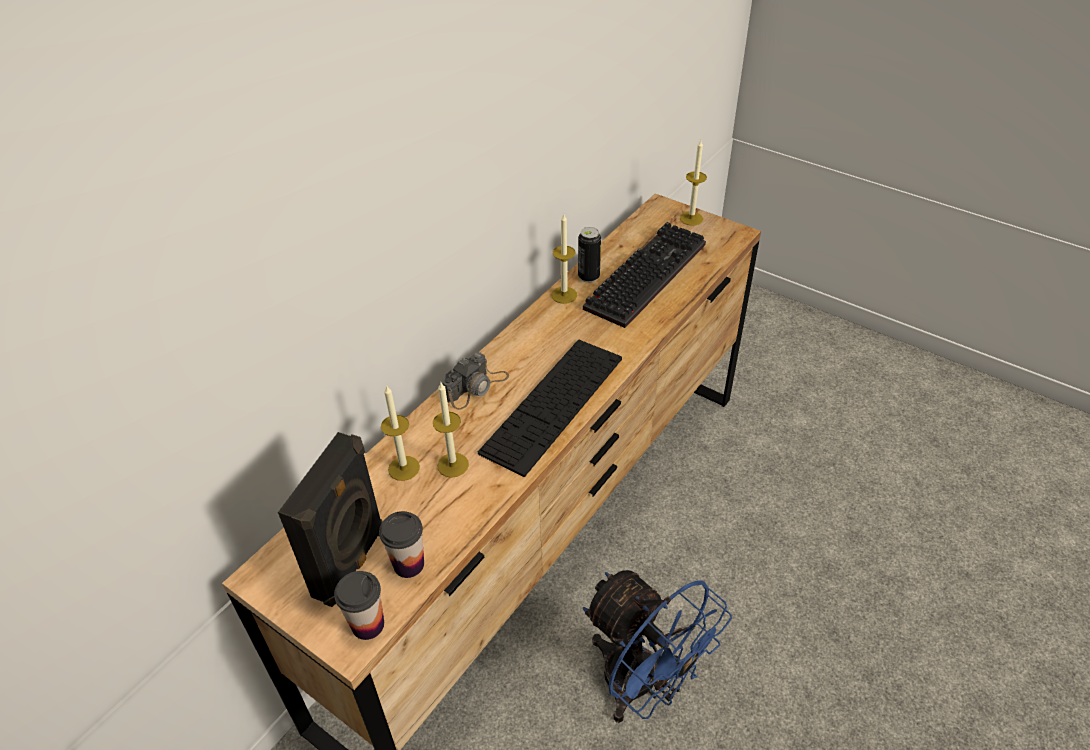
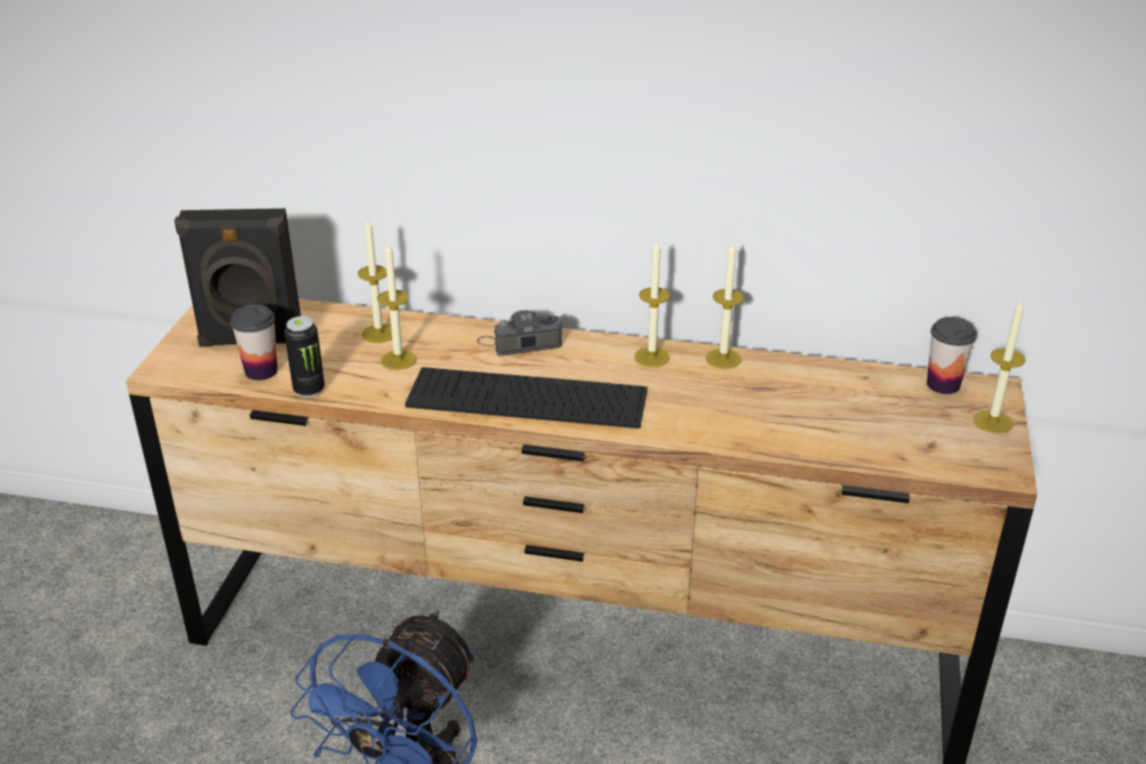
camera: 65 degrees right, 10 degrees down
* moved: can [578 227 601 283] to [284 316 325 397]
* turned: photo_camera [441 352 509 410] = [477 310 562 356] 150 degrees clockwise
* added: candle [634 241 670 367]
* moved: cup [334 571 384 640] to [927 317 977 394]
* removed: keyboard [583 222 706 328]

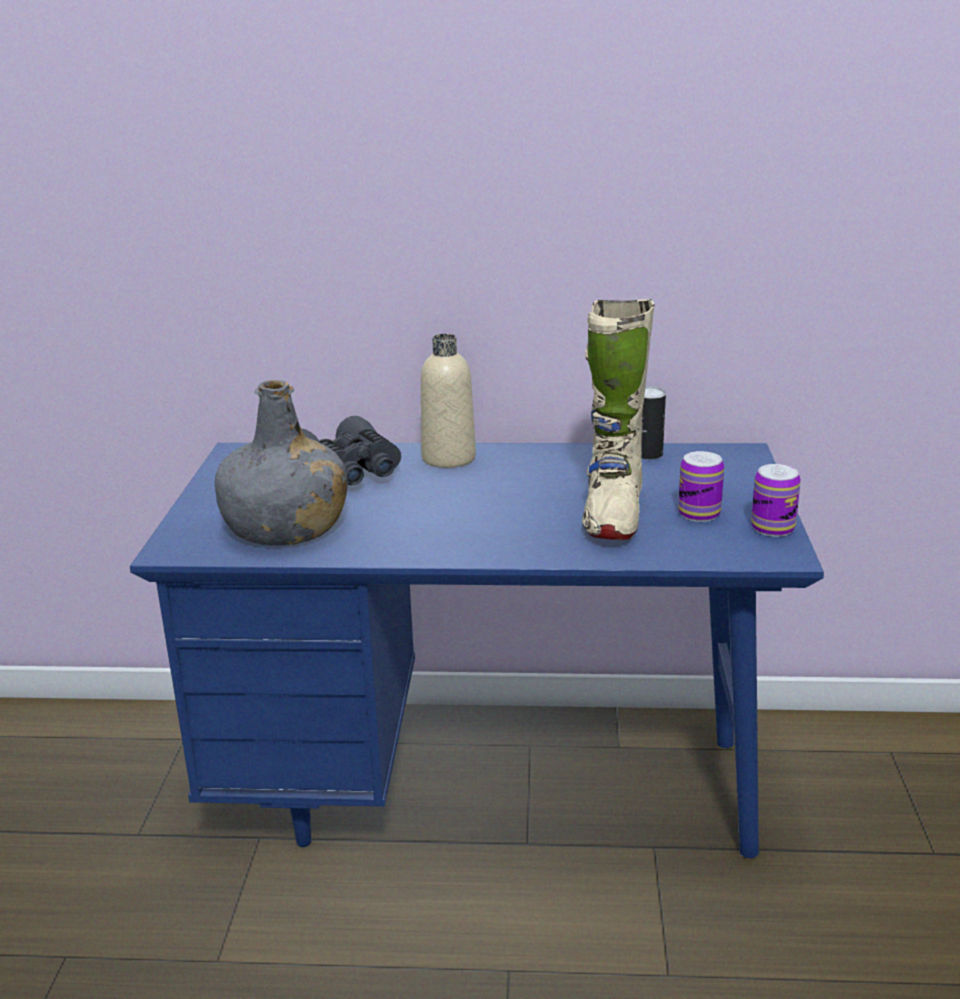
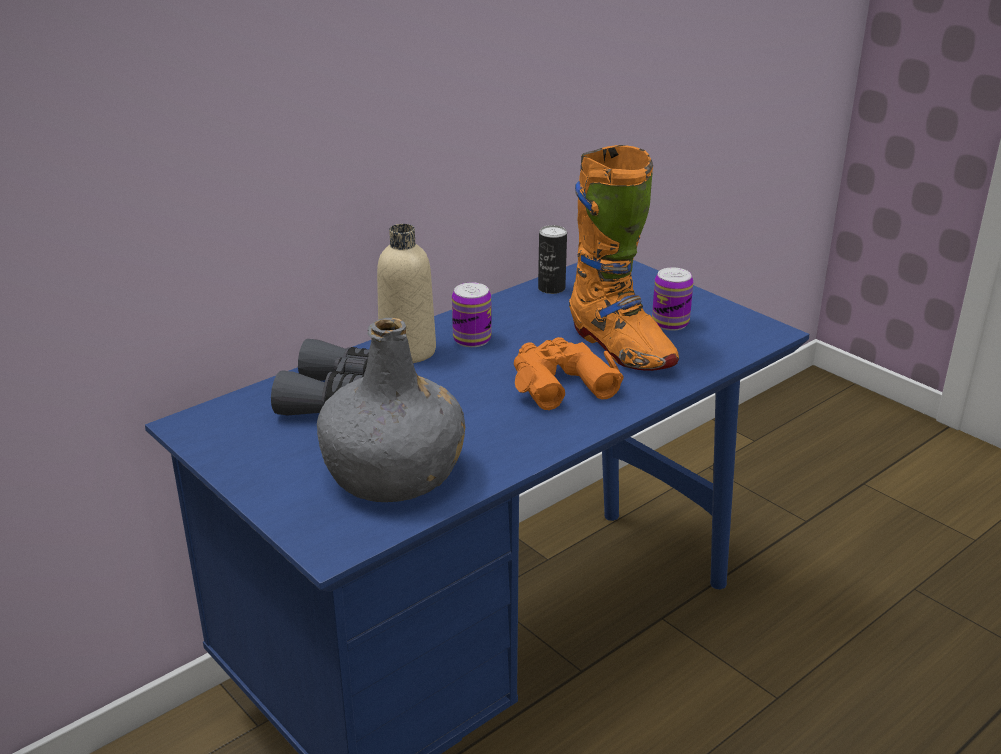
camera: 45 degrees left, 5 degrees up
* moved: can [751 464 801 537] to [452 283 492 347]
* added: orange_binoculars [514 337 624 410]
* recoloured: beige_boot [582 299 654 540] to orange_boot [569 145 679 371]

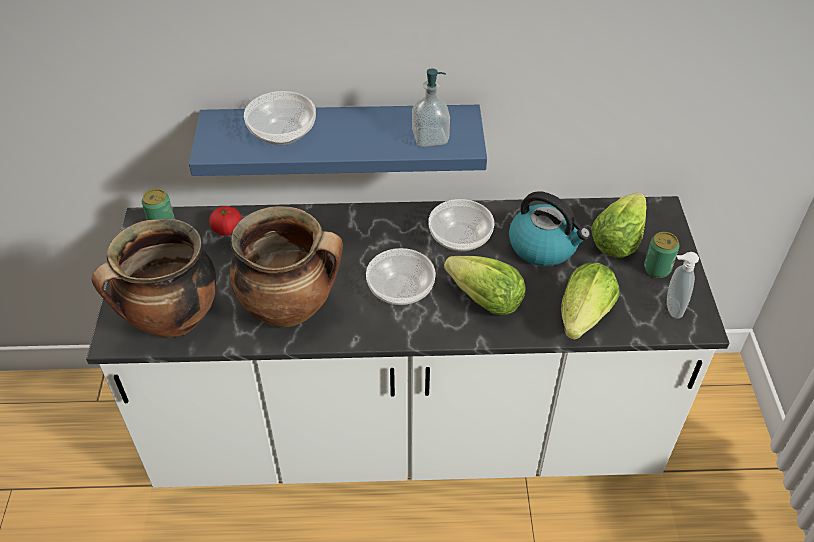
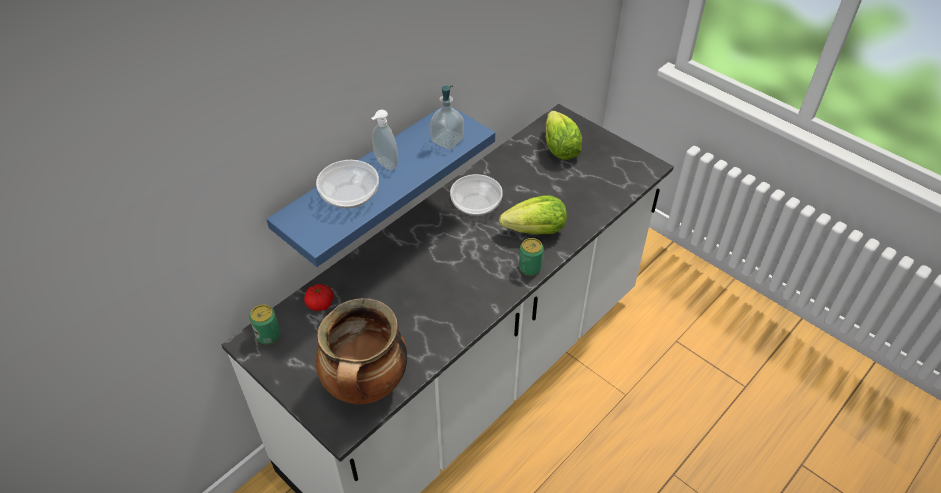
camera: 45 degrees left, 0 degrees up
* moved: soap_dispenser [667 252 699 319] to [371 110 398 170]
* moved: can [644 232 680 278] to [519 238 544 276]
* removed: cooking_pot [230 206 343 327]
* removed: bowl [366 248 436 305]
* removed: kettle [509 191 590 266]
* removed: lettuce [561 263 619 340]

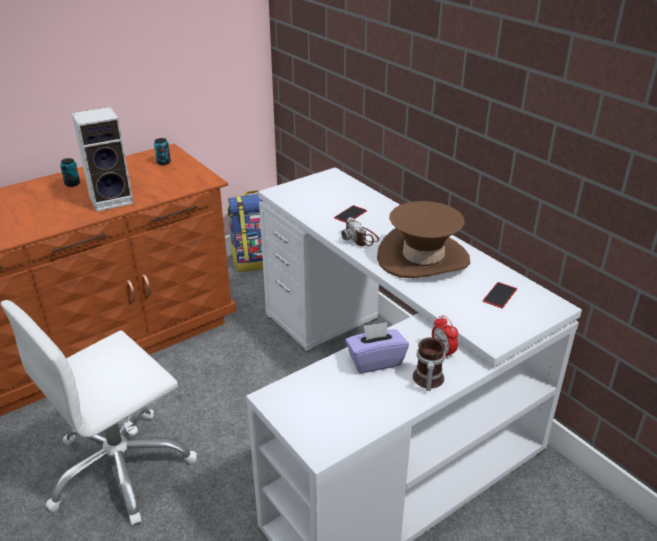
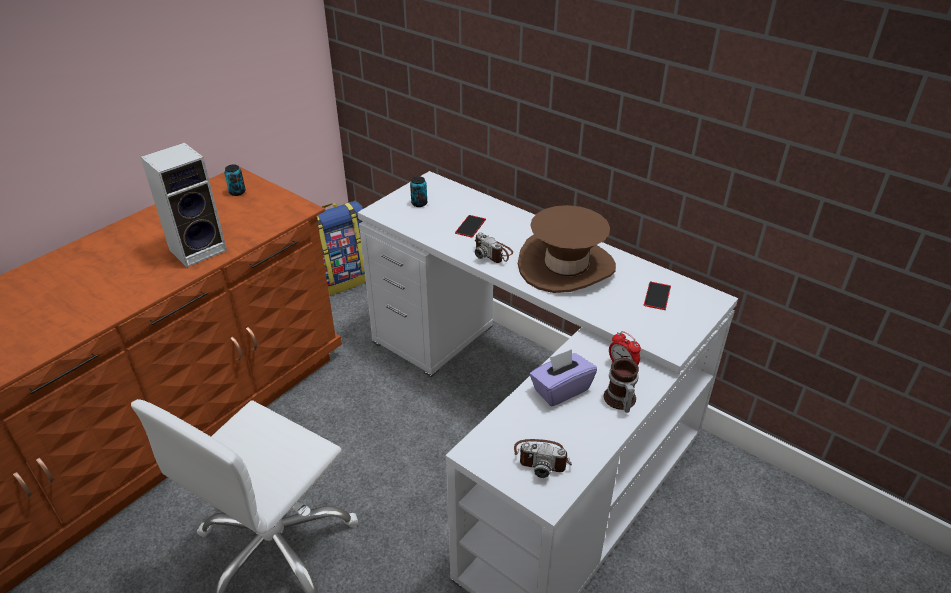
camera: 15 degrees left, 5 degrees up
* moved: can [60 158 80 187] to [410 176 427 207]
* added: photo_camera [514 439 572 478]

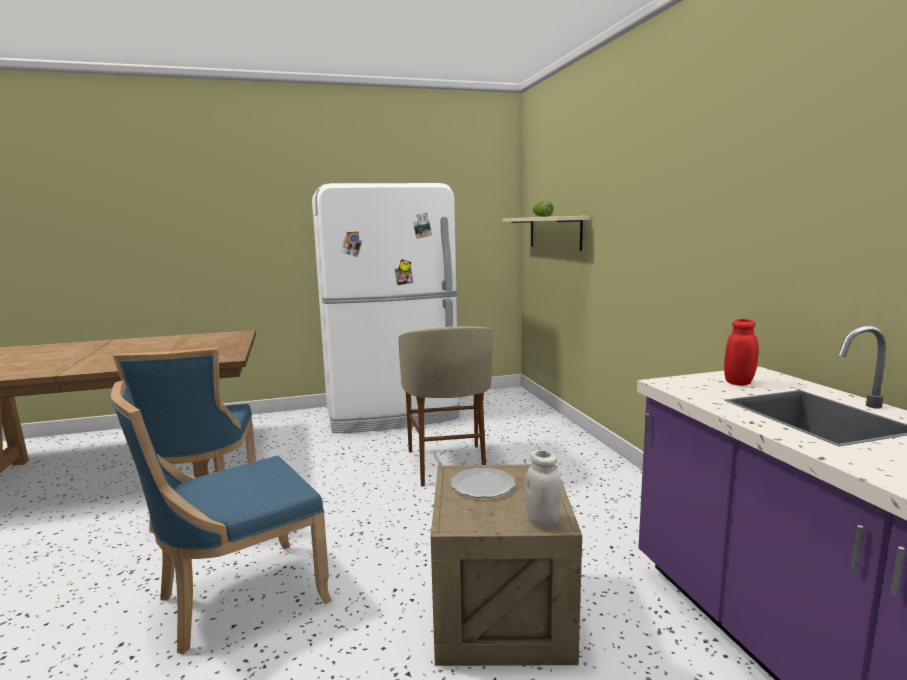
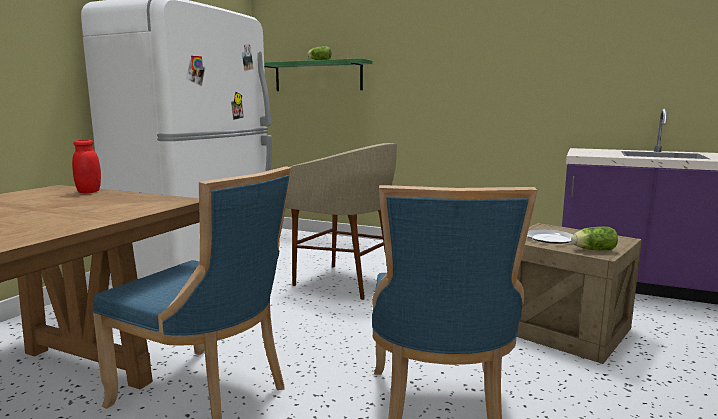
camera: 50 degrees left, 0 degrees up
* moved: red_jar [724 319 759 386] to [72 140 101 193]
* recoloured: beige_shelf [502 216 589 251] to green_shelf [264 58 373 91]
* added: lettuce [571 226 618 250]
* removed: white_jar [525 450 562 528]

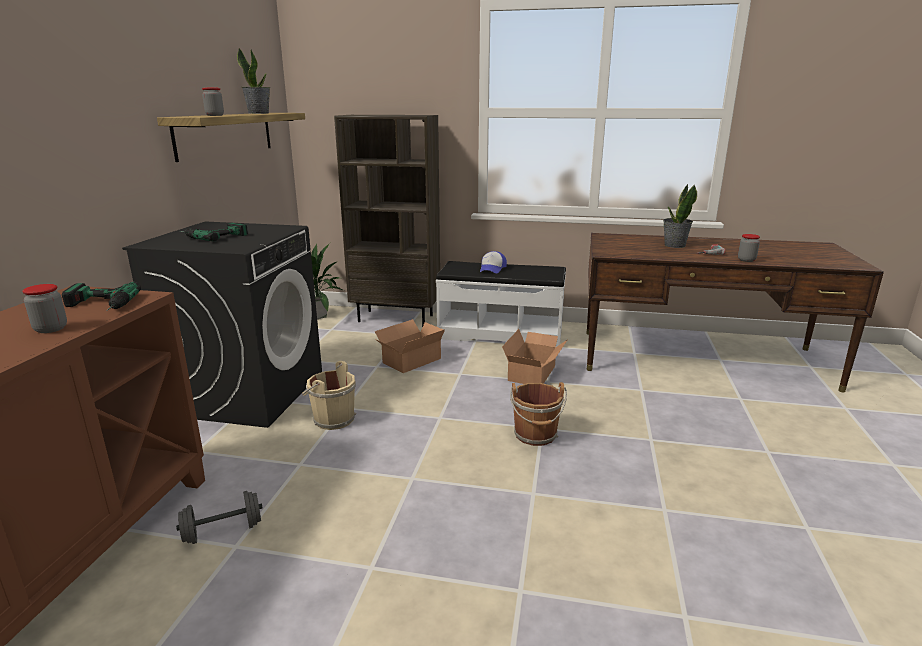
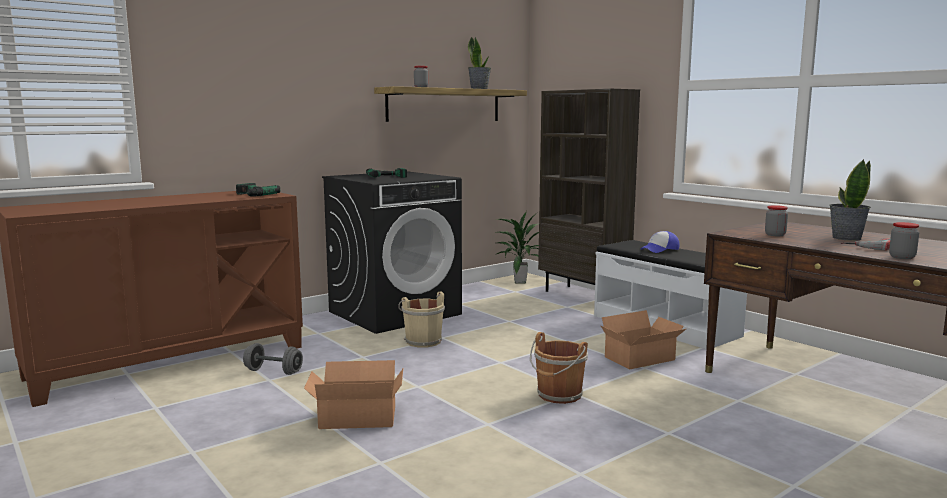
camera: 40 degrees right, 10 degrees down
* moved: cardboard_box [374 319 445 373] to [304 360 403 429]
* moved: jar [22 284 67 333] to [765 205 788 236]

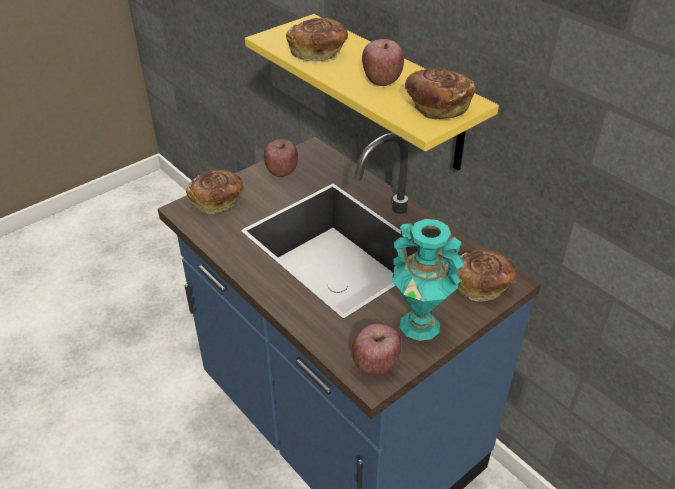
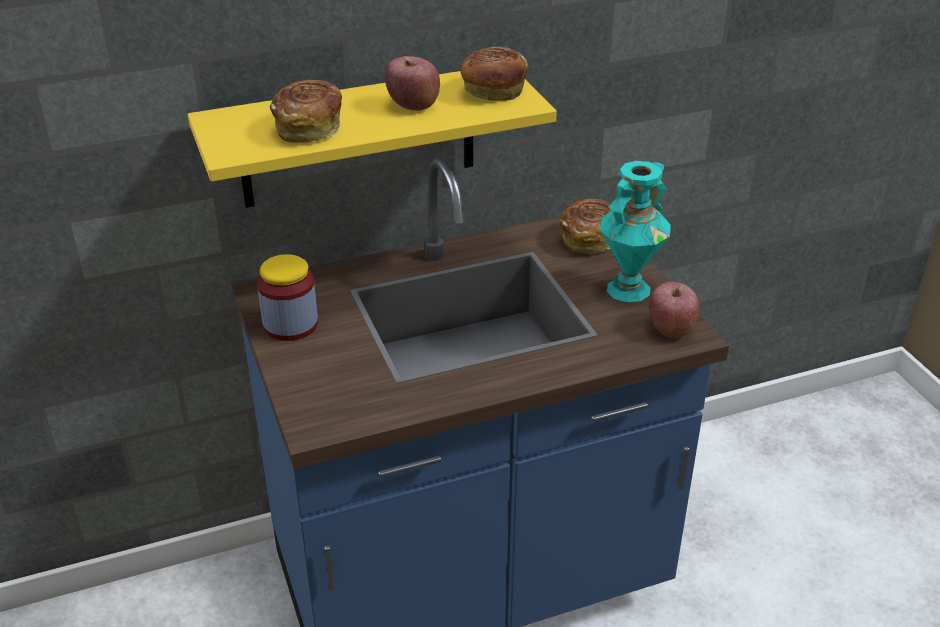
camera: 70 degrees left, 5 degrees down
* replaced: apple [264 139 298 177] to jar [257 254 318 341]
* removed: bread [186 170 243 214]

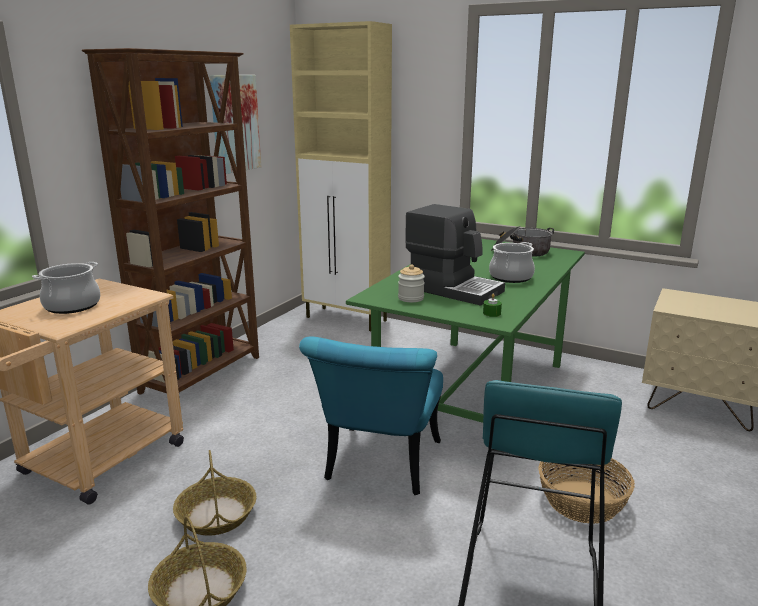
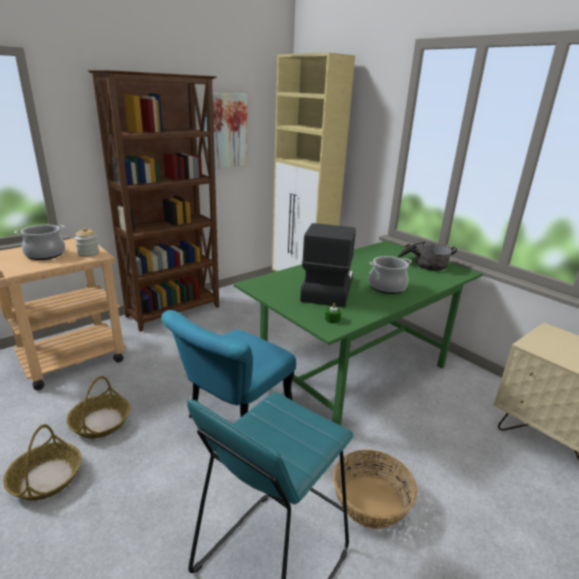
camera: 20 degrees right, 5 degrees up
* moved: jar [398 264 425 302] to [75 228 99 257]
* turned: coffee_machine [405 204 505 306] = [300 223 356 308] 135 degrees counterclockwise

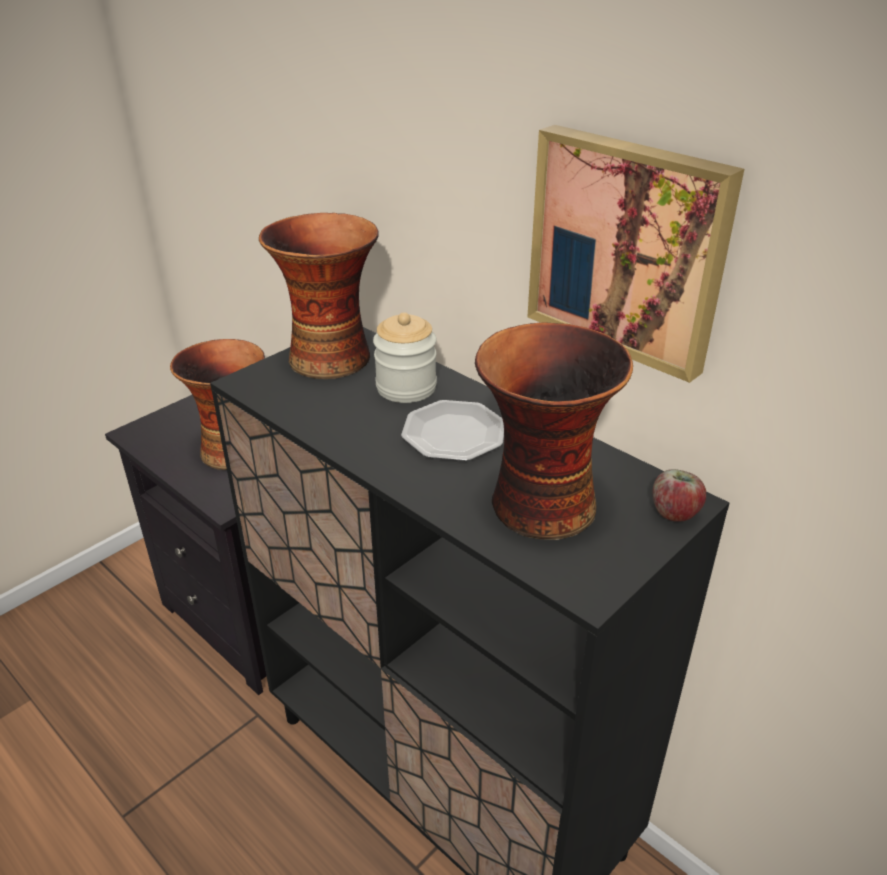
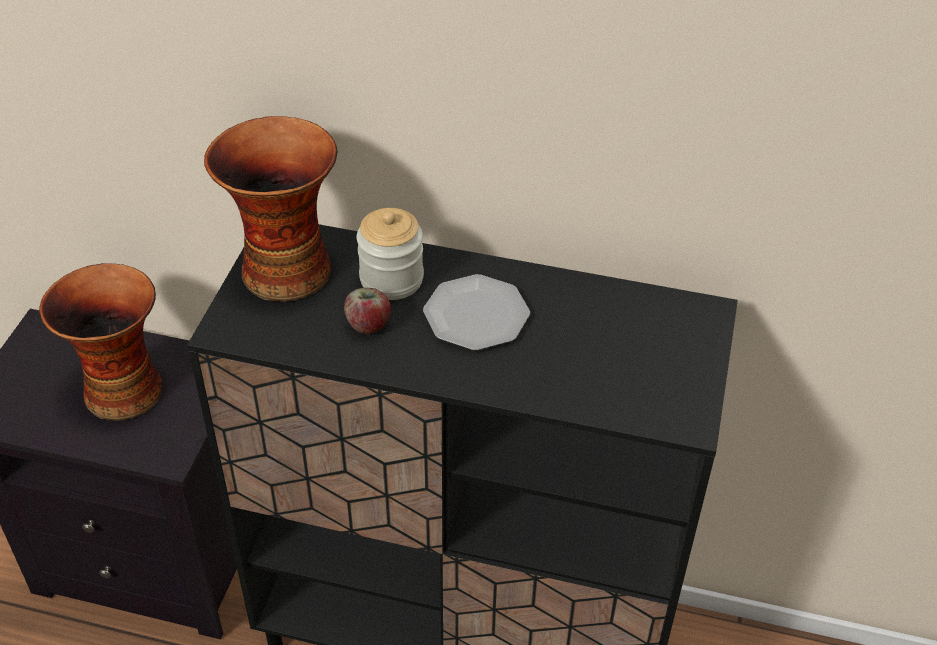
camera: 30 degrees left, 10 degrees up
* moved: apple [653 469 706 522] to [344 288 391 334]
* removed: vase [475 323 633 540]
* removed: picture [527 125 744 383]

